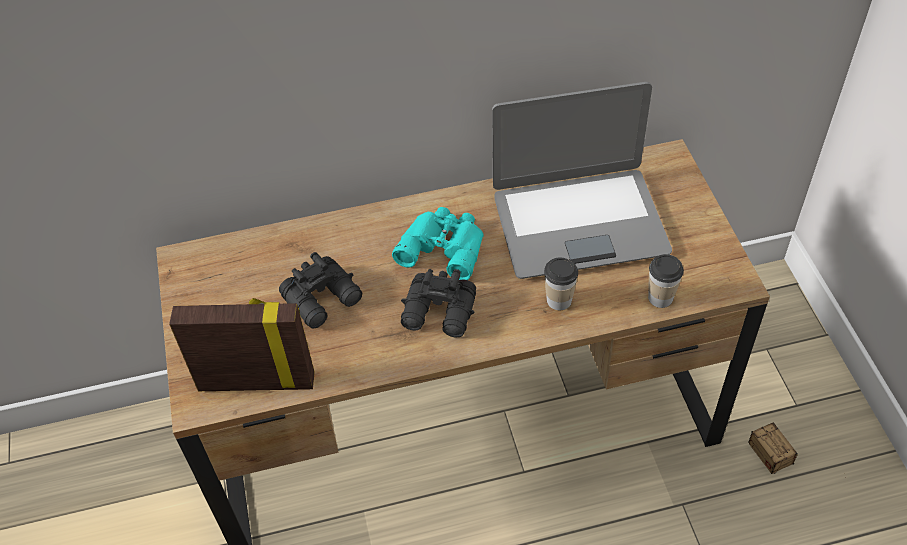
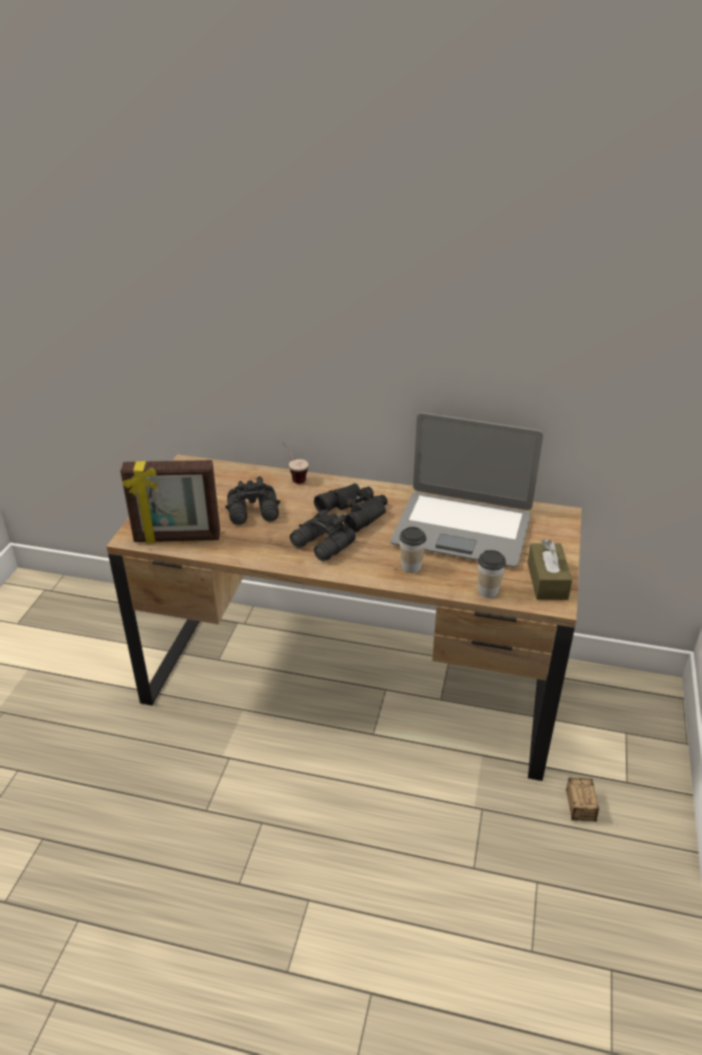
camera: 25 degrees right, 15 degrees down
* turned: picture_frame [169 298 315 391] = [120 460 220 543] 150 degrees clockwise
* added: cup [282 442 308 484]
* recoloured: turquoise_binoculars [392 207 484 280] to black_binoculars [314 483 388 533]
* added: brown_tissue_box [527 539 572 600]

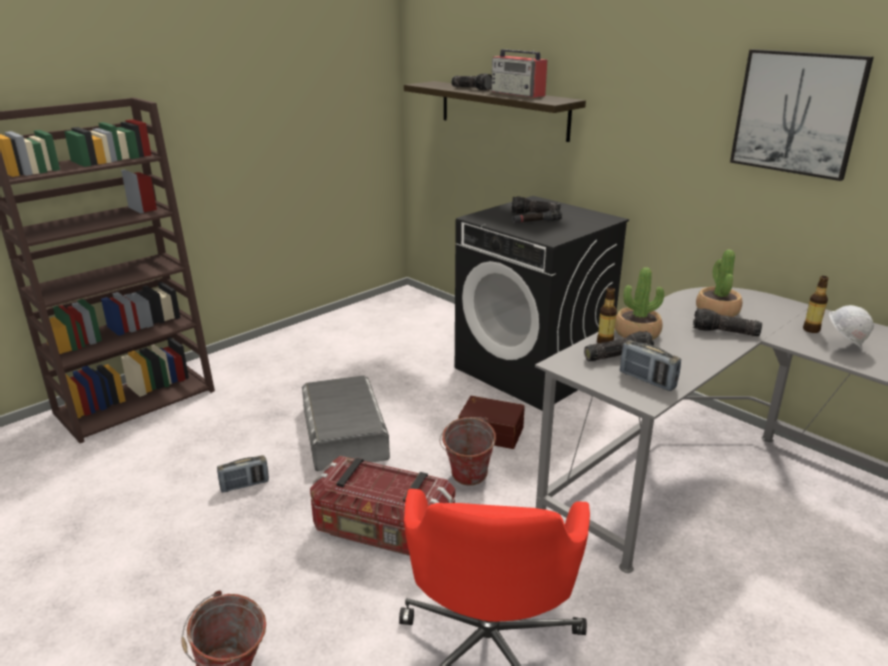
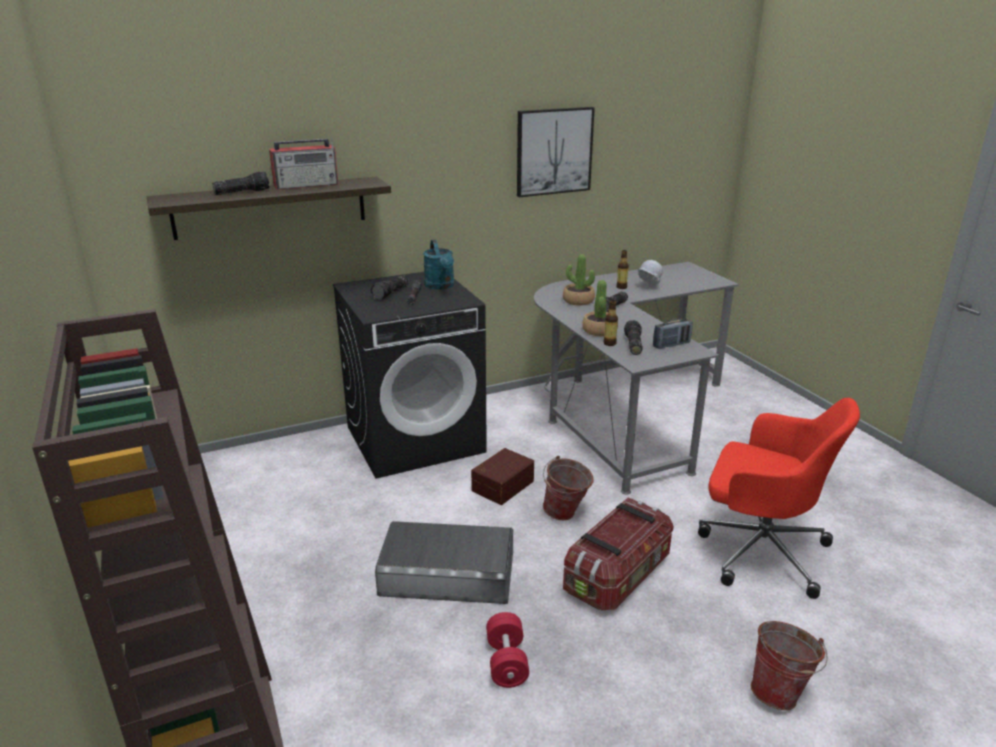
camera: 70 degrees left, 0 degrees up
* added: turquoise_watering_can [423 240 454 289]
* replaced: radio [217 455 269 493] to red_dumbbell [486 612 529 688]

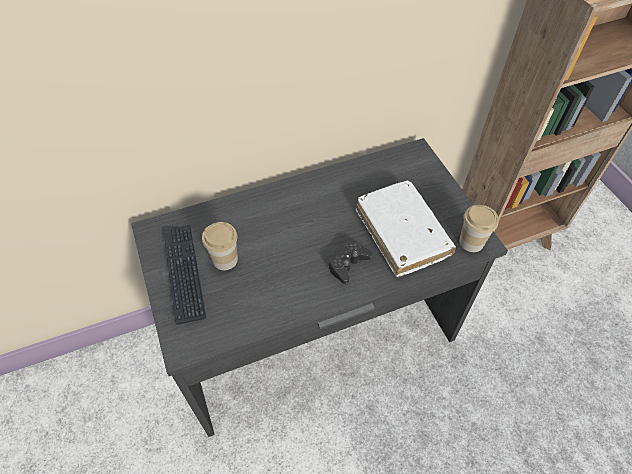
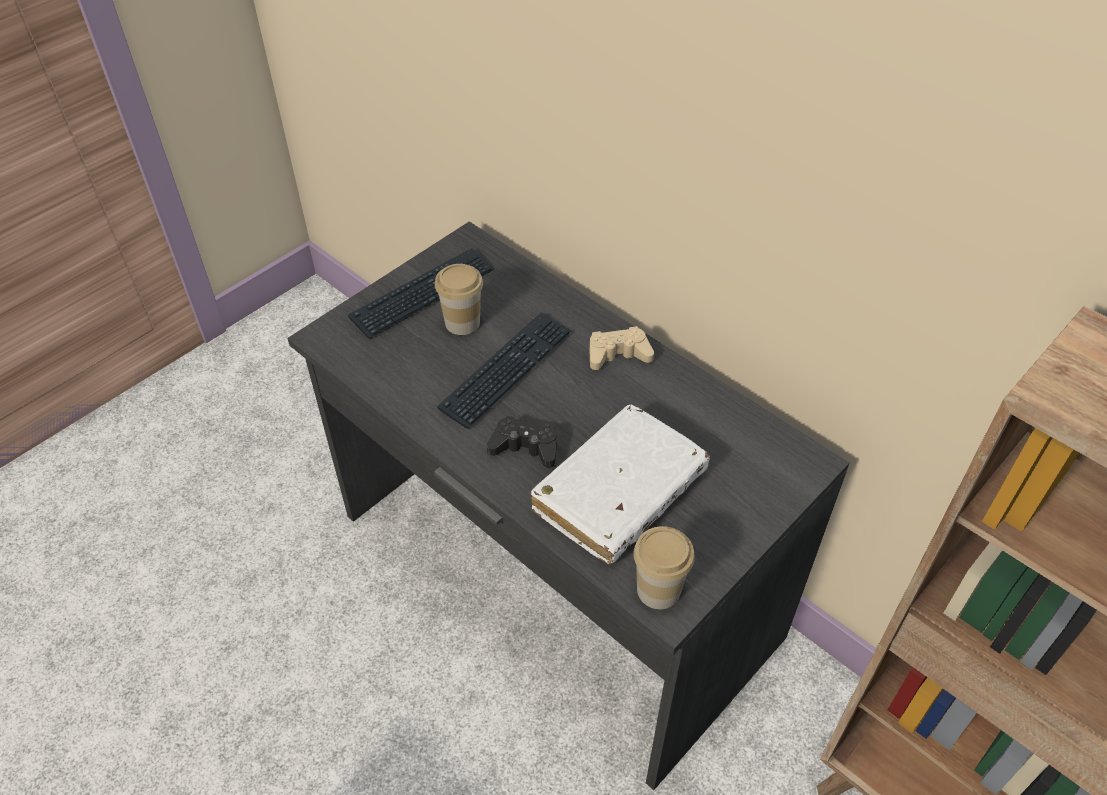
camera: 65 degrees right, 5 degrees down
* added: keyboard [437 312 572 429]
* added: beige_game_controller [589 326 654 370]

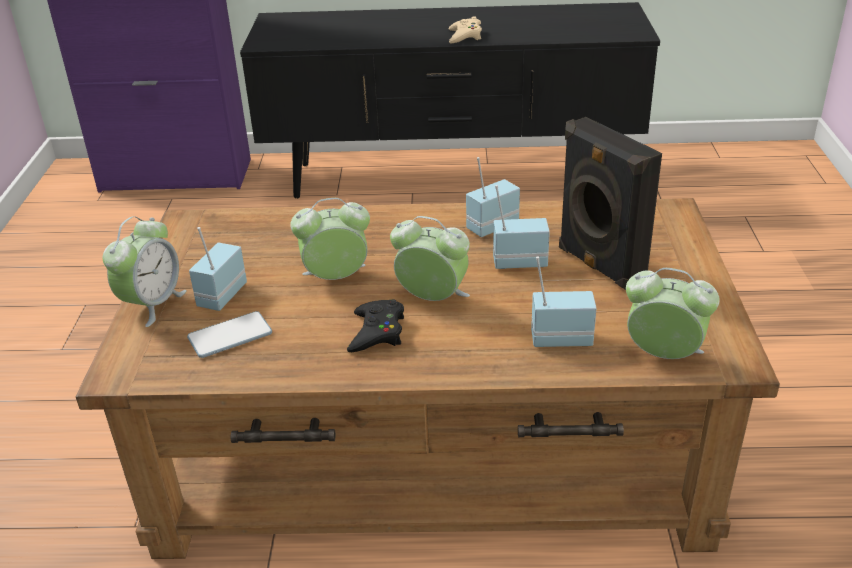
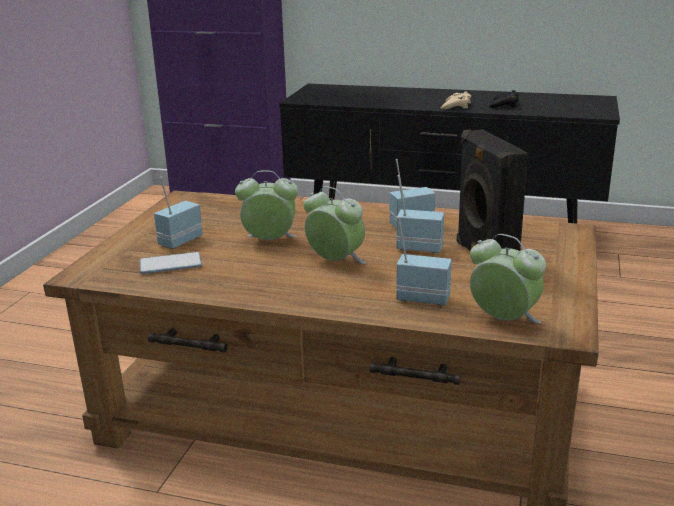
camera: 15 degrees right, 10 degrees down
* moved: black_game_controller [347 299 404 352] to [489 90 520 108]
* removed: alarm_clock [103 216 187 327]

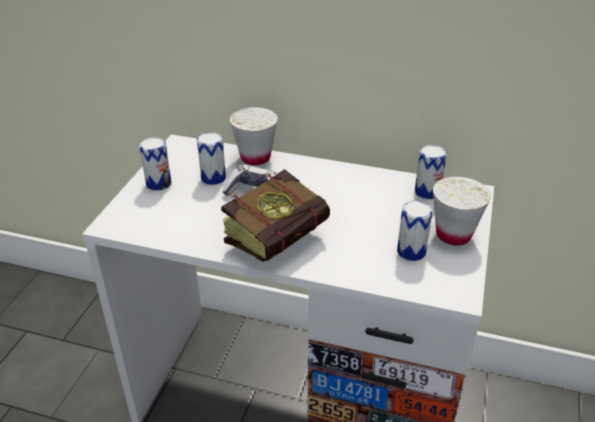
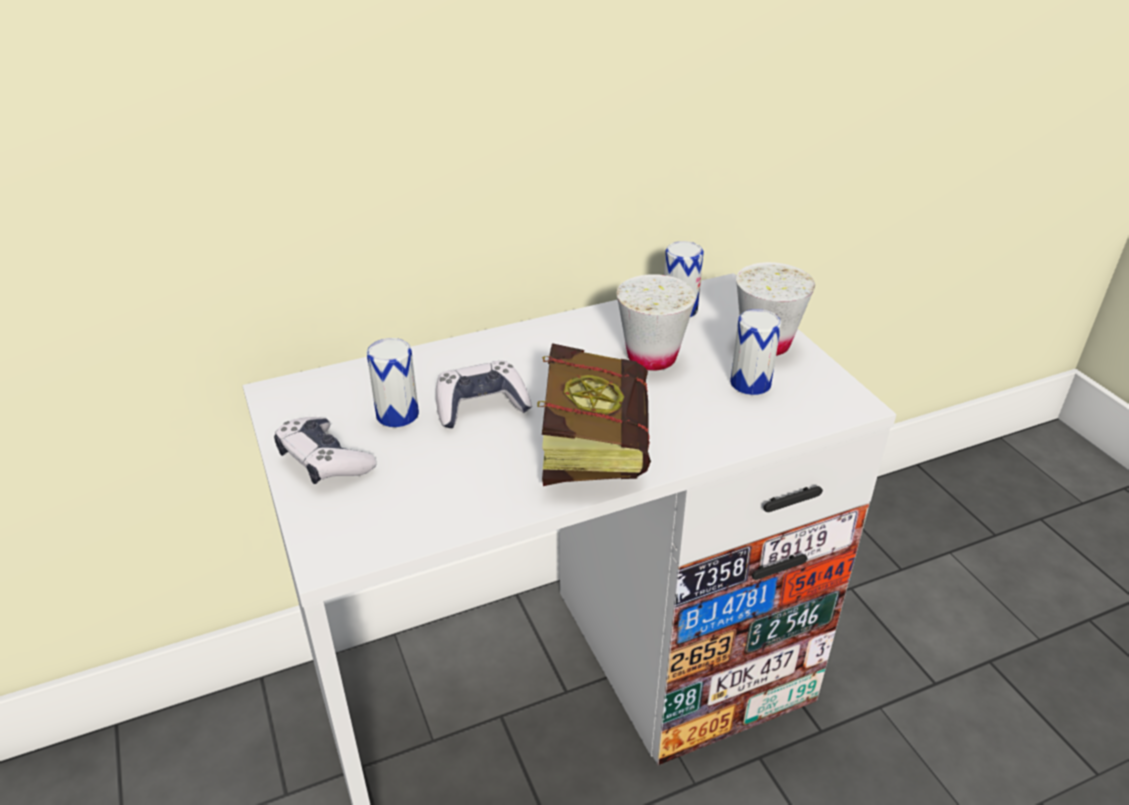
camera: 40 degrees left, 0 degrees up
* replaced: can [139 137 172 191] to game_controller [274 417 377 484]
* moved: white_cup [230 107 278 165] to [617 274 696 370]

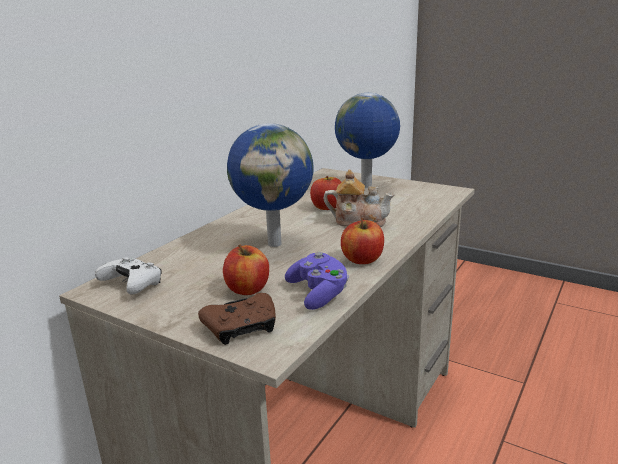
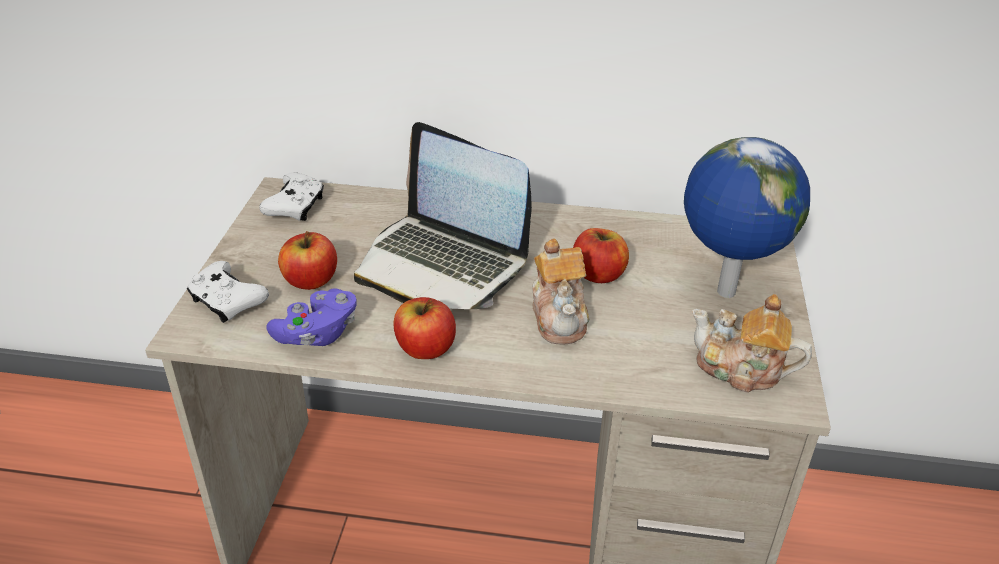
camera: 65 degrees right, 15 degrees up
* recoloured: brown_game_controller [198 293 276 345] to white_game_controller [187 261 269 323]
* replaced: globe [227 123 314 247] to laptop [354 122 532 309]
* added: teapot [692 294 812 393]

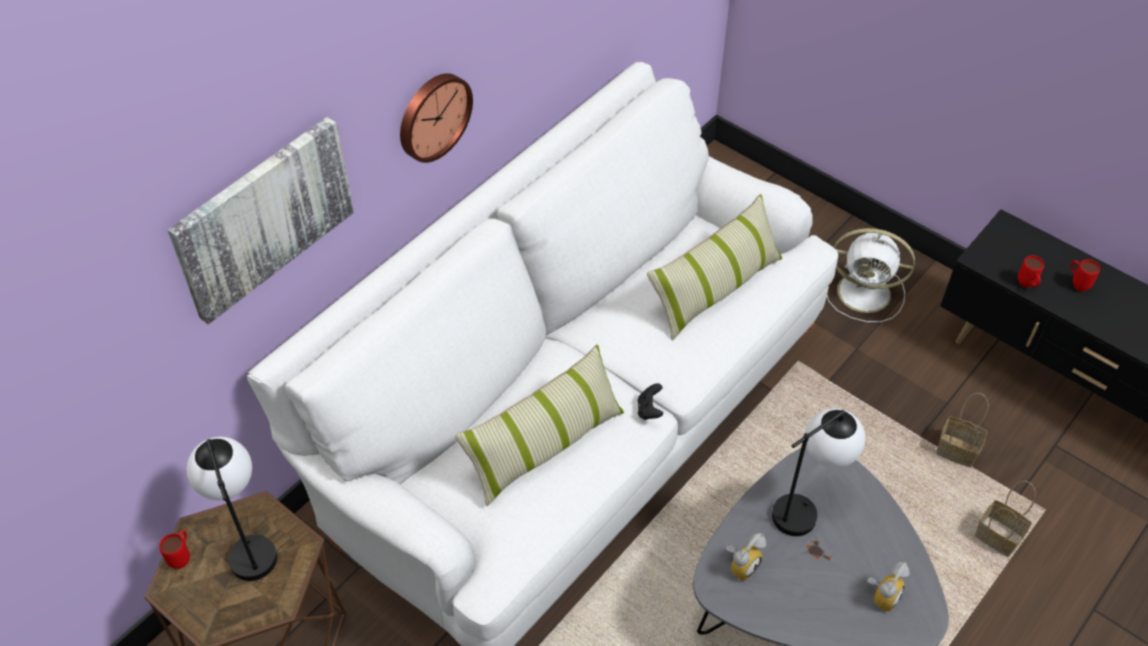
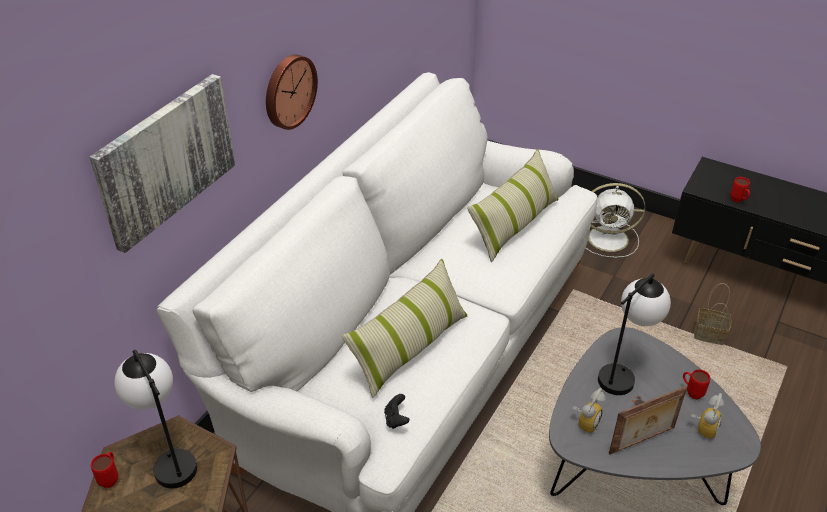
camera: 10 degrees left, 10 degrees down
* moved: black_game_controller [638 383 663 420] to [384 394 410 429]
* added: picture_frame [609 386 687 455]
* moved: red_mug [1071 259 1100 291] to [683 369 710 399]
* removed: basket [975 481 1036 557]

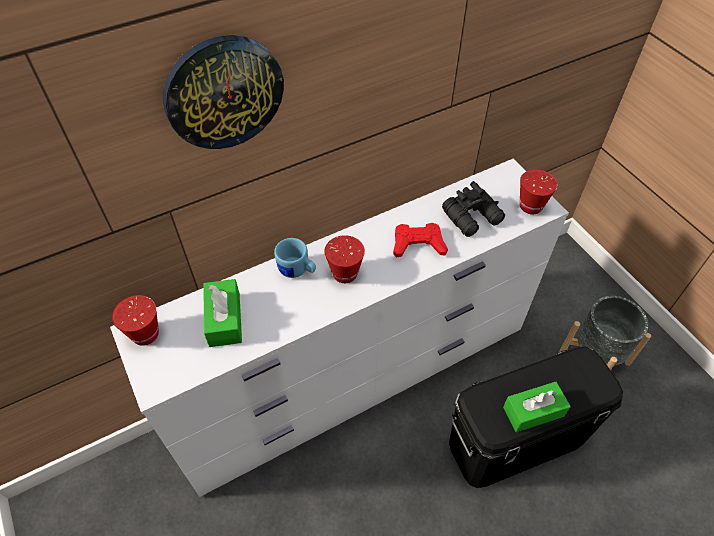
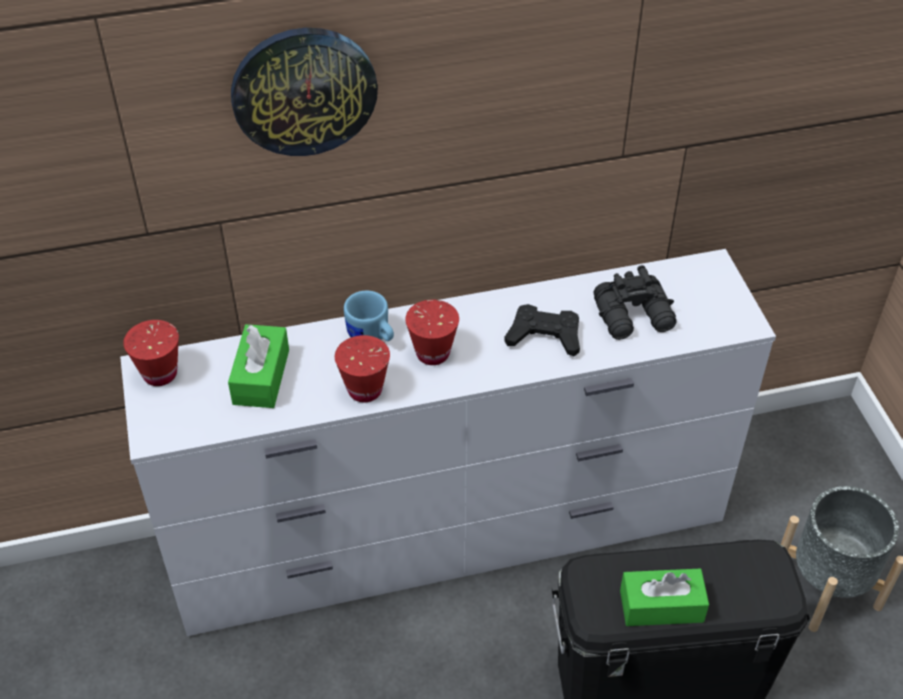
camera: 15 degrees right, 5 degrees down
* moved: red_cup [520 170 558 214] to [335 335 390 402]
* recoloured: red_game_controller [393 223 448 258] to black_game_controller [504 304 580 356]

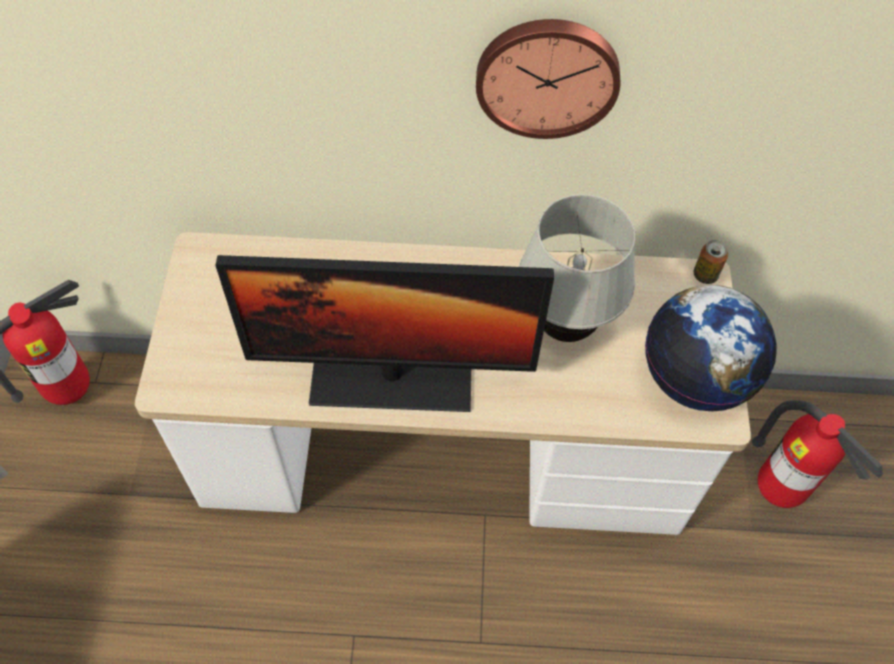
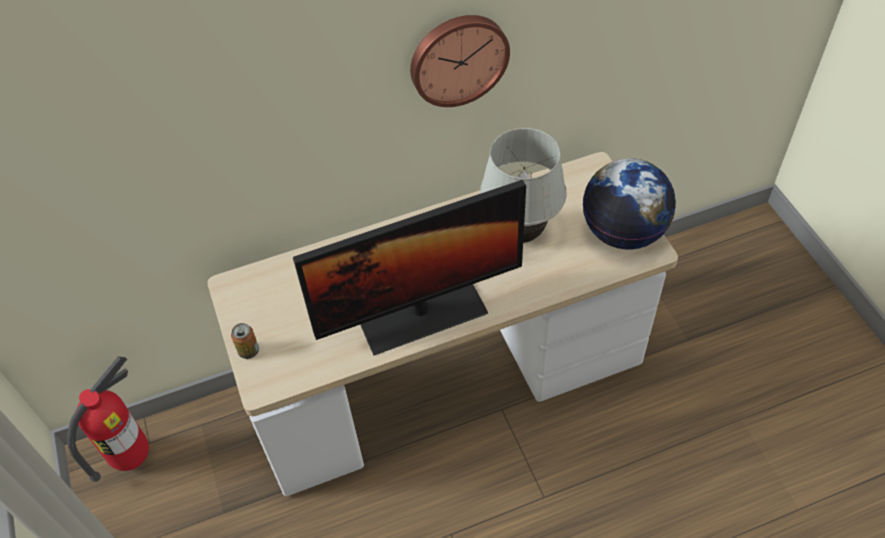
camera: 20 degrees left, 5 degrees down
* moved: can [694 240 728 284] to [231 323 259 359]
* removed: fire_extinguisher [752 400 883 508]

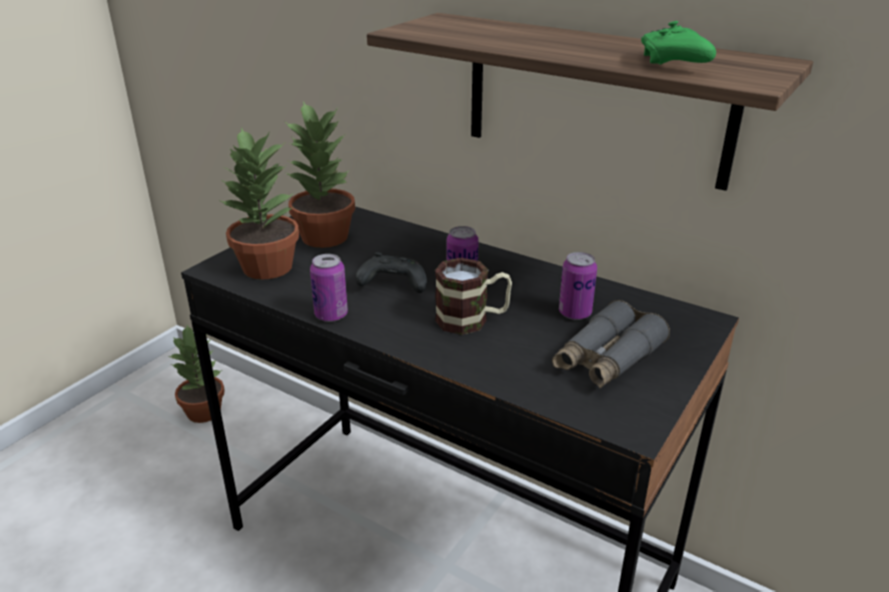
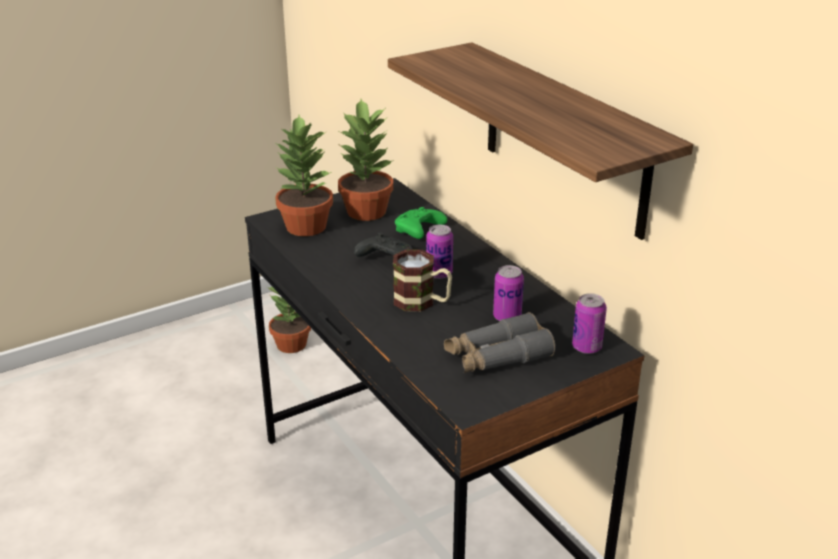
camera: 25 degrees right, 0 degrees up
* moved: green_game_controller [641 21 716 65] to [395 207 447 239]
* moved: can [310 254 348 322] to [572 293 607 354]

